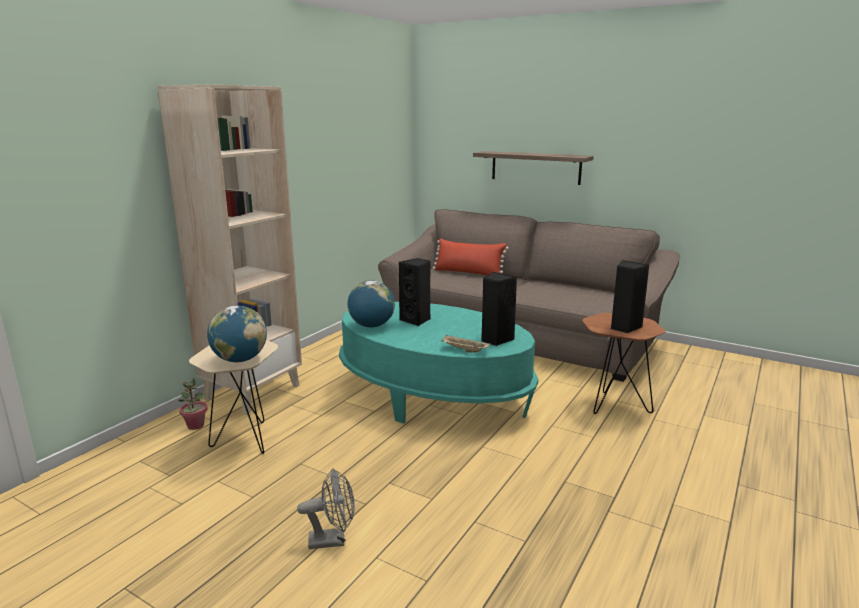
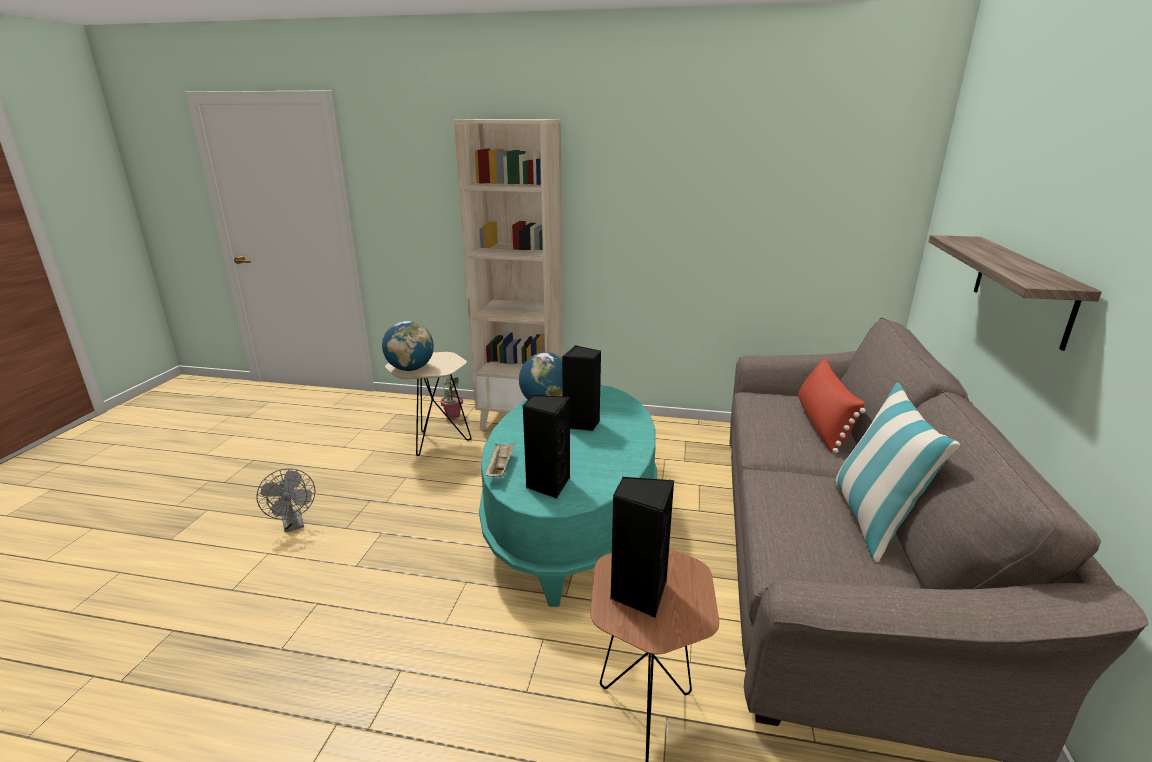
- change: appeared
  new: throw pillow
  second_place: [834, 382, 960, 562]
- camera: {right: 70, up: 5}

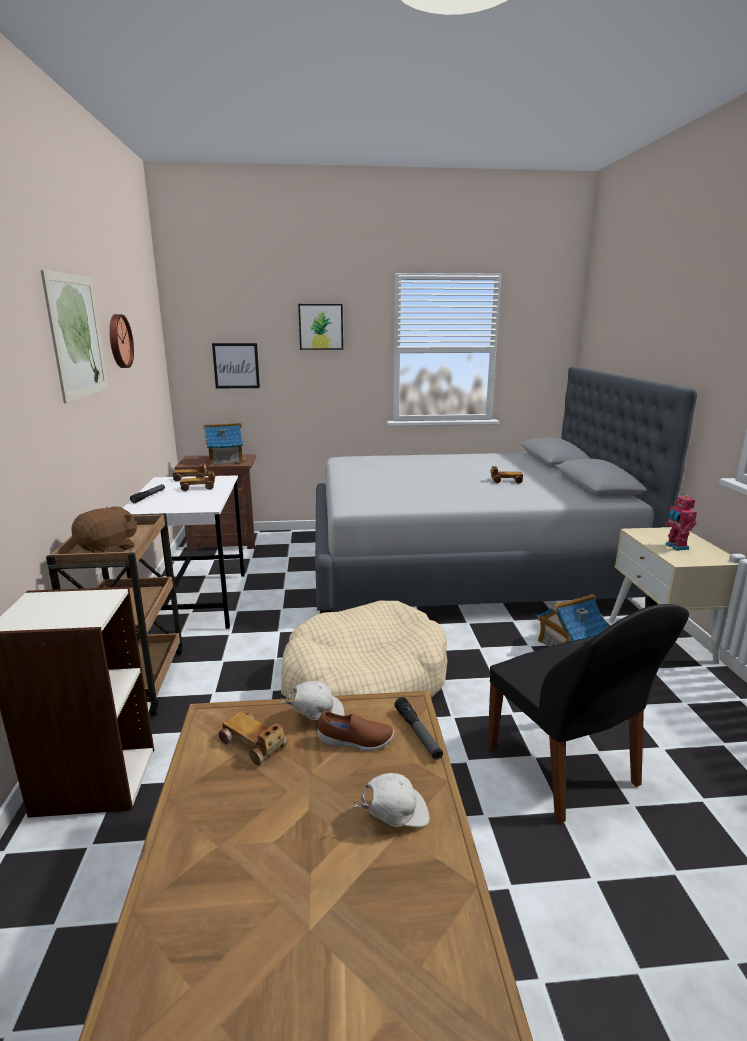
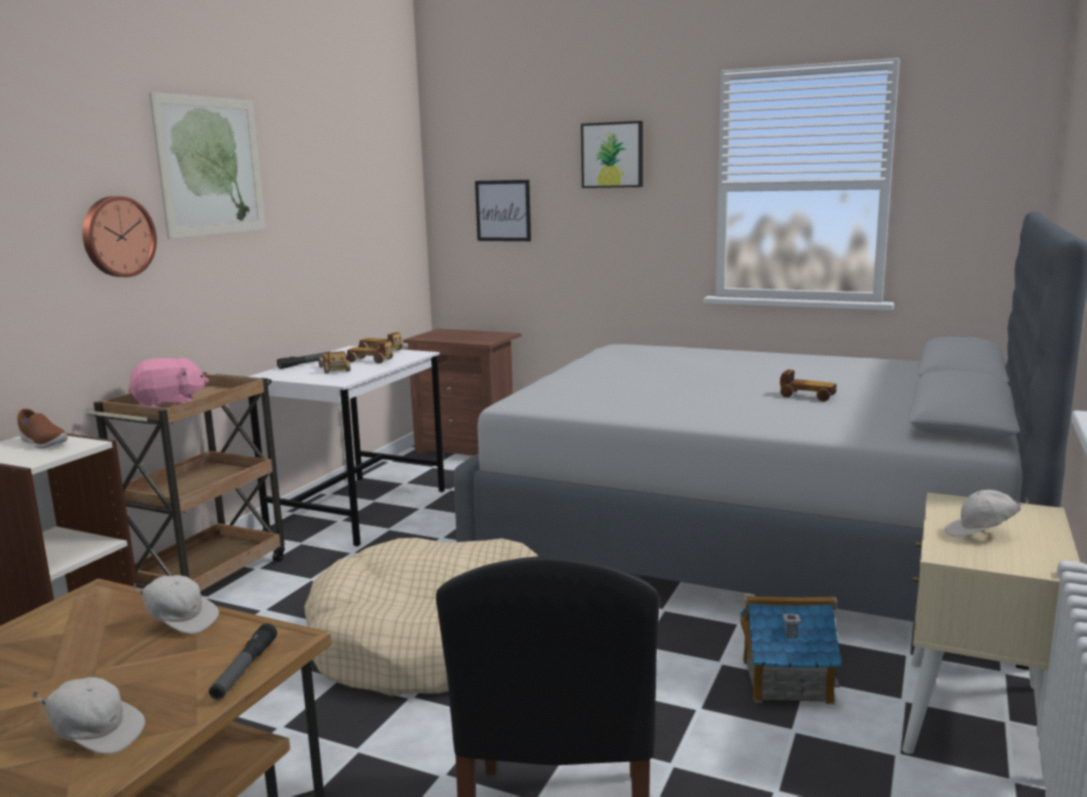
- change: relocated
  old: brown shoe
  first_place: [318, 710, 394, 751]
  second_place: [18, 409, 68, 448]
- change: relocated
  old: clock on the wall
  first_place: [109, 314, 134, 368]
  second_place: [82, 196, 157, 277]
- change: colour
  old: brown soft toy
  new: pinkish soft toy
  first_place: [71, 506, 137, 553]
  second_place: [128, 358, 209, 408]
- change: relocated
  old: toy car
  first_place: [219, 711, 287, 765]
  second_place: [318, 351, 350, 373]
- change: exchanged
  old: model robot
  new: white baseball cap
  first_place: [665, 494, 697, 551]
  second_place: [945, 490, 1029, 537]
- change: missing
  old: model house
  first_place: [204, 423, 247, 466]
- camera: {right: 30, up: -5}

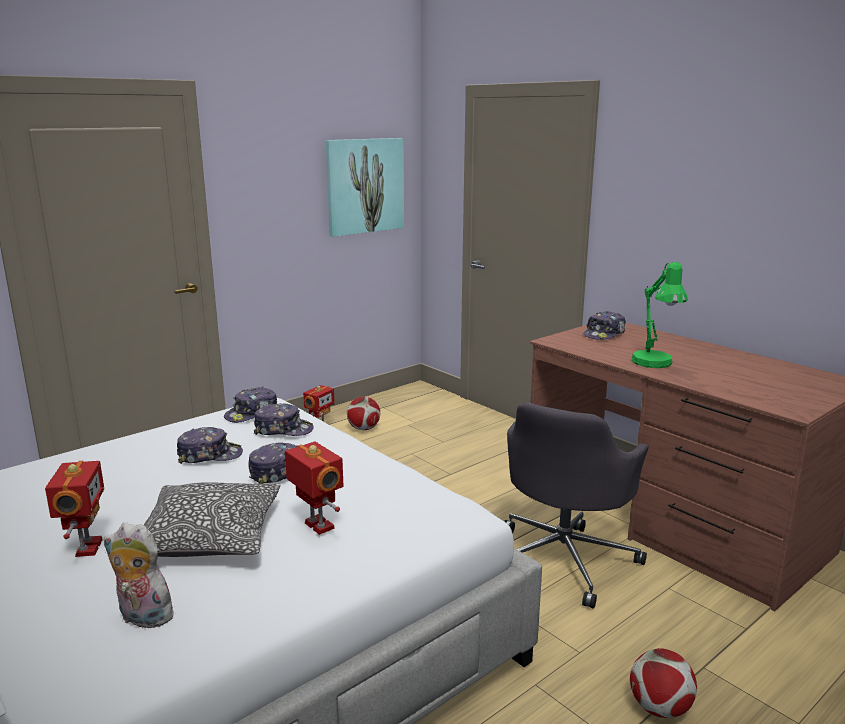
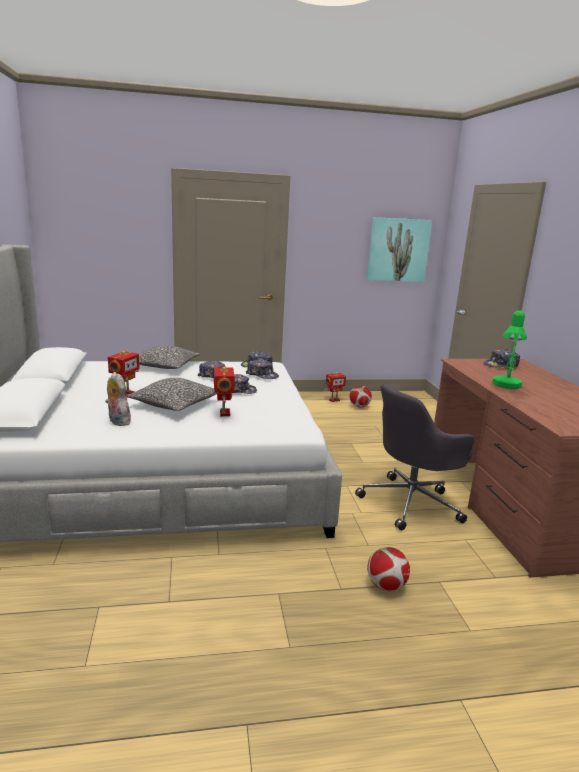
- change: appeared
  new: throw pillow
  second_place: [139, 346, 201, 369]
- camera: {right: 30, up: 0}

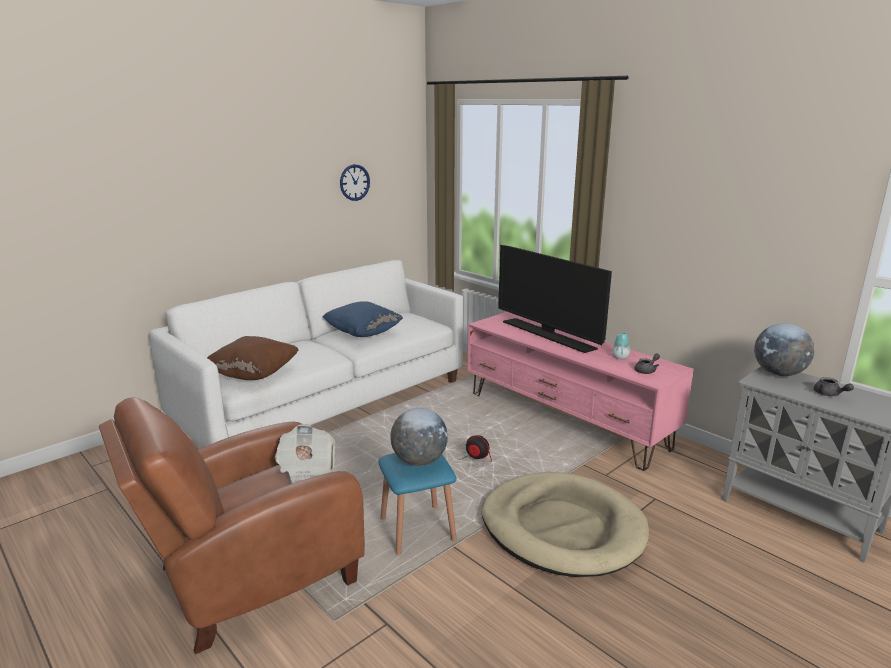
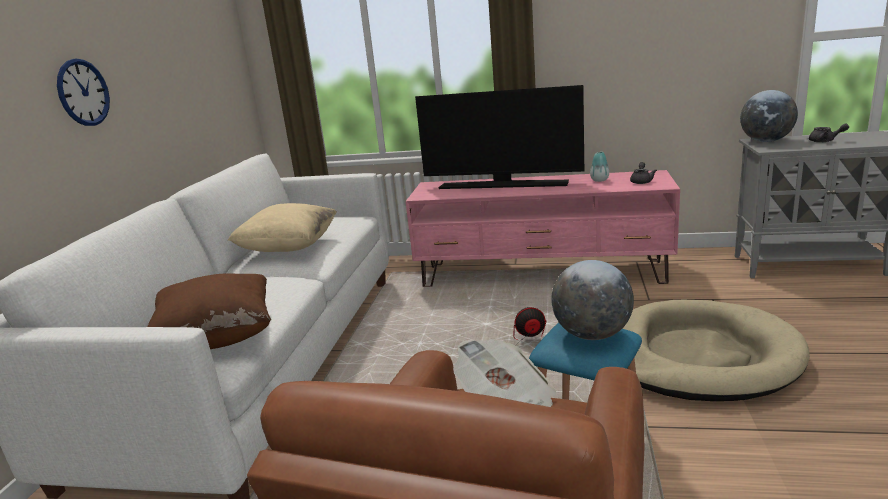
- change: relocated
  old: clock on the wall
  first_place: [340, 164, 370, 201]
  second_place: [57, 59, 110, 126]
- change: colour
  old: blue-coloured throw pillow
  new: sand-coloured throw pillow
  first_place: [322, 301, 403, 337]
  second_place: [228, 203, 337, 252]
- camera: {right: -35, up: 0}

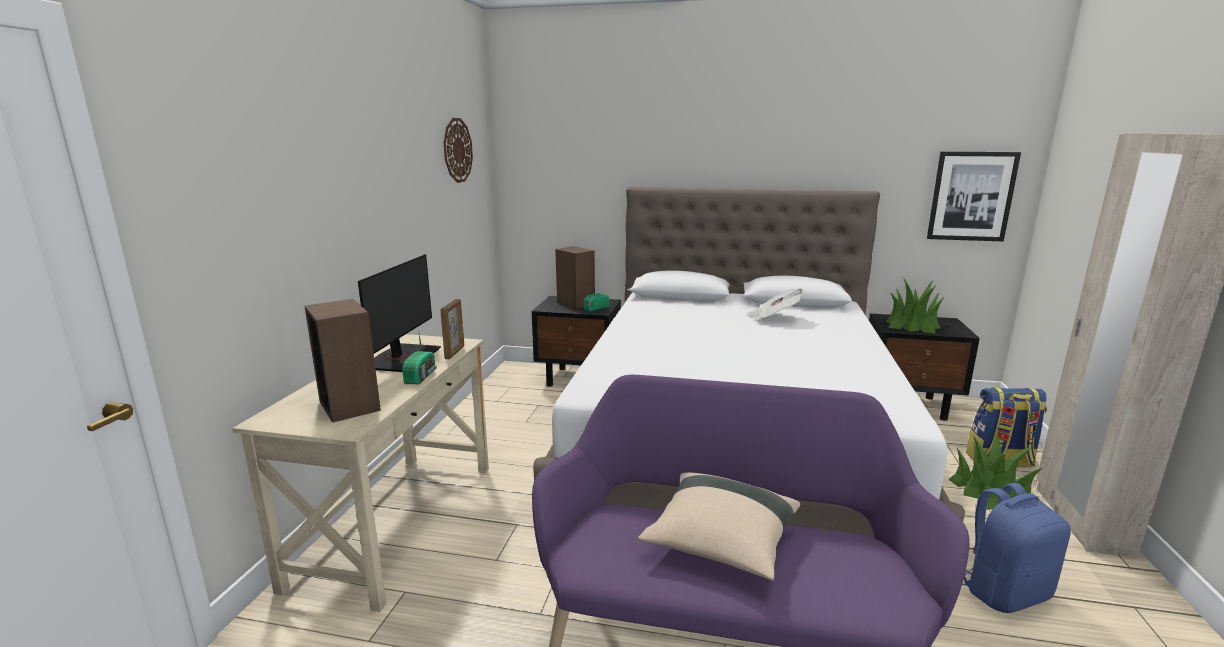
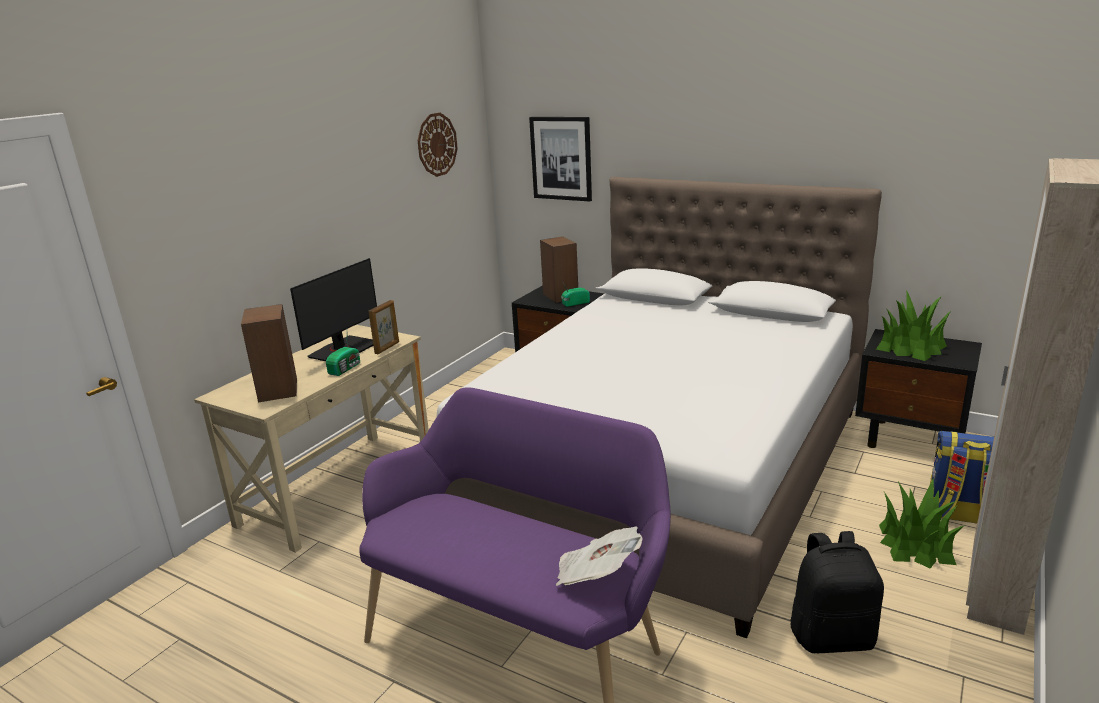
- change: relocated
  old: picture
  first_place: [927, 152, 1021, 241]
  second_place: [529, 117, 592, 201]
- change: relocated
  old: daily paper
  first_place: [746, 288, 805, 320]
  second_place: [556, 526, 643, 586]
- change: colour
  old: blue-coloured rucksack
  new: black-coloured rucksack
  first_place: [964, 483, 1071, 613]
  second_place: [790, 531, 884, 653]
- change: missing
  old: sand-coloured throw pillow
  first_place: [638, 472, 800, 580]
- camera: {right: 20, up: 5}

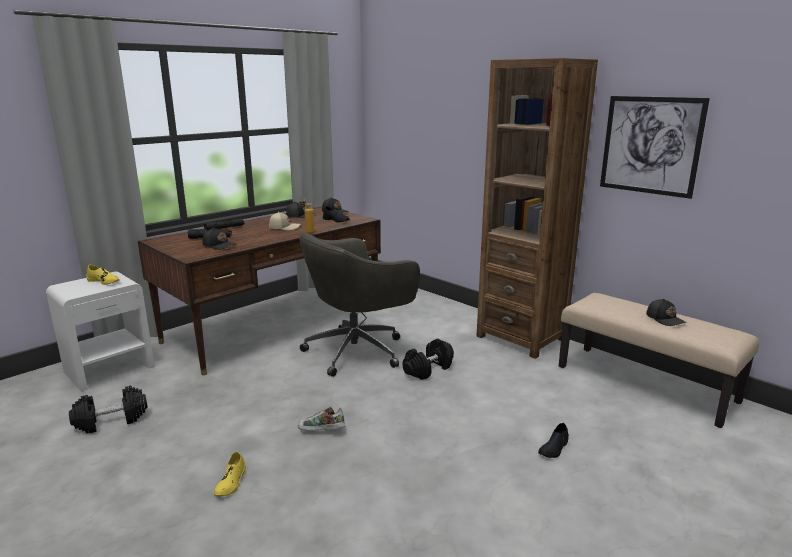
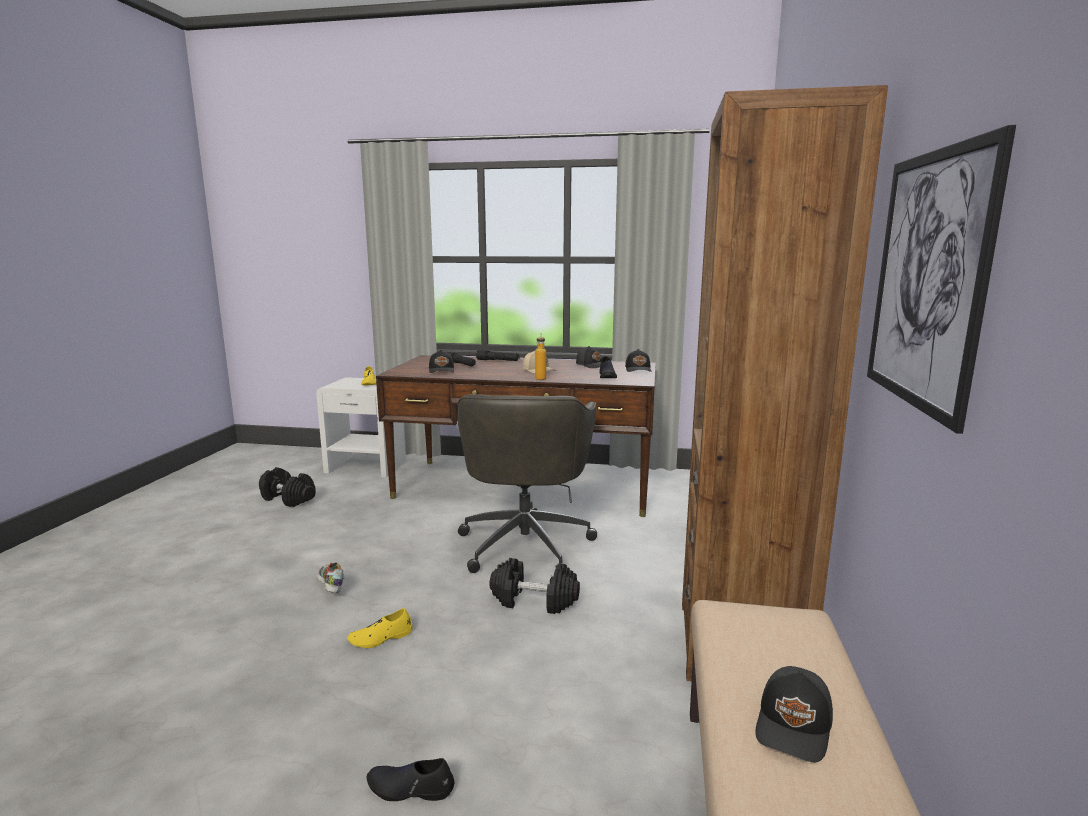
- change: relocated
  old: yellow shoe
  first_place: [214, 451, 246, 496]
  second_place: [347, 608, 413, 648]
- change: spun
  old: greyish office chair
  first_place: [300, 232, 420, 377]
  second_place: [457, 394, 597, 573]
  degrees: -105
- camera: {right: 55, up: -5}

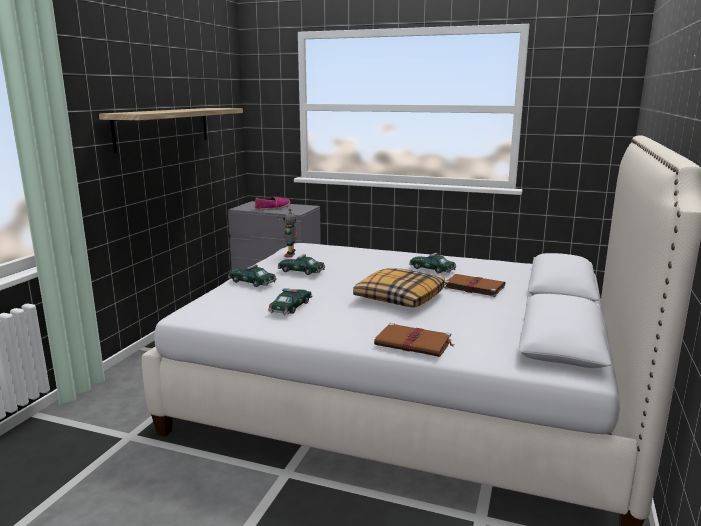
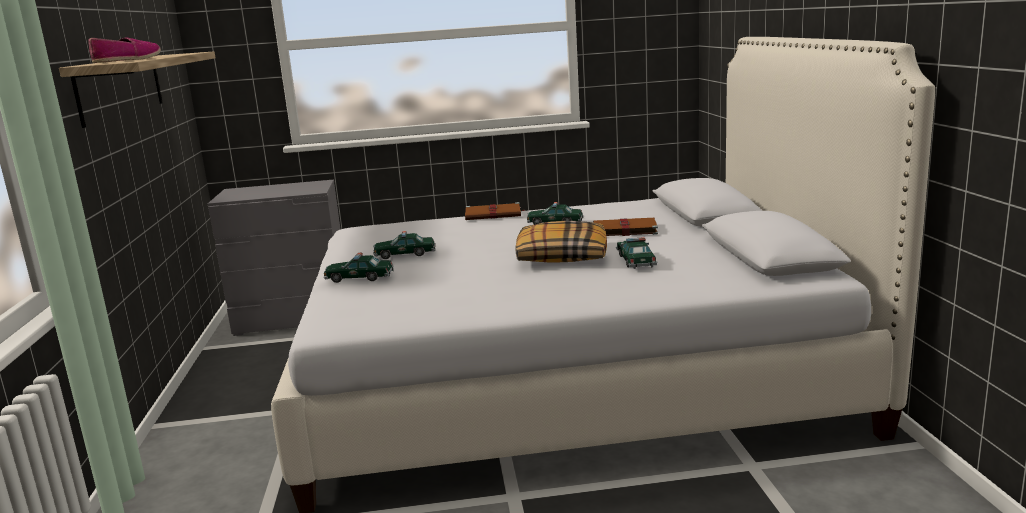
- change: relocated
  old: shoe
  first_place: [255, 196, 290, 210]
  second_place: [88, 38, 161, 63]
- change: relocated
  old: brown bound book
  first_place: [374, 323, 454, 357]
  second_place: [465, 202, 525, 220]
- change: relocated
  old: toy car
  first_place: [268, 288, 313, 315]
  second_place: [616, 237, 658, 269]
- change: missing
  old: model robot
  first_place: [283, 209, 297, 257]
- camera: {right: -25, up: 0}

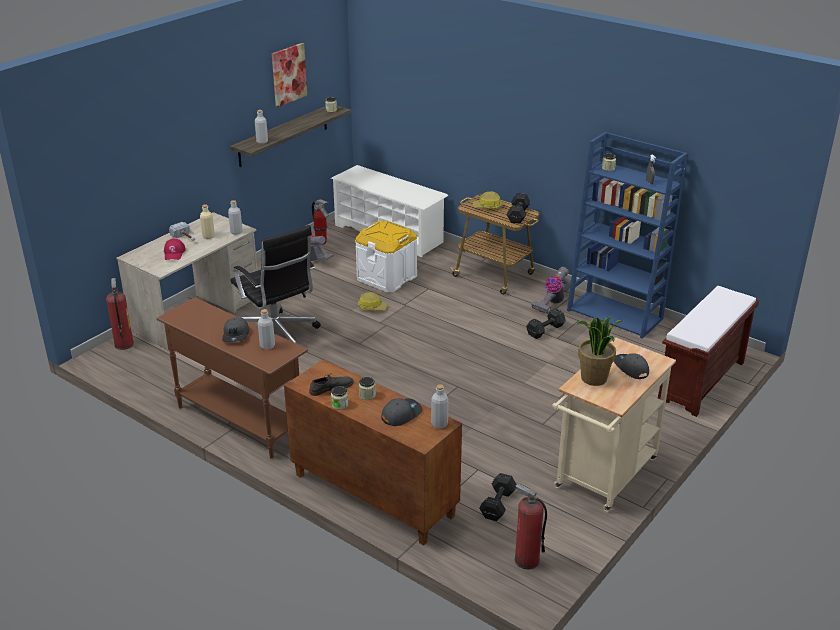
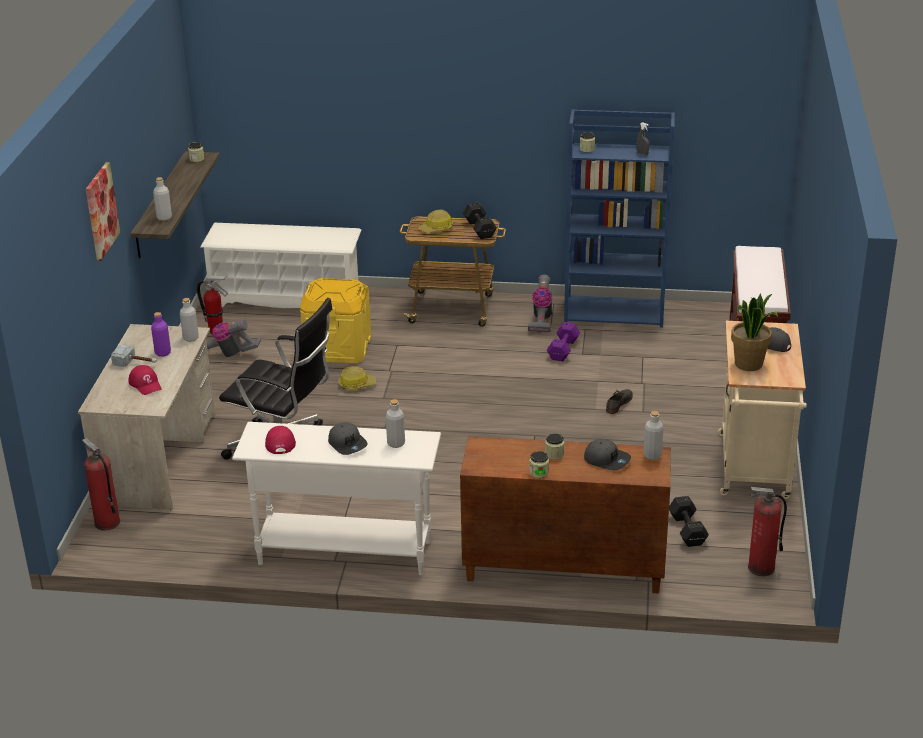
- change: relocated
  old: picture
  first_place: [272, 43, 307, 107]
  second_place: [86, 162, 120, 261]
- change: colour
  old: sand-coloured beverage bottle
  new: purple beverage bottle
  first_place: [200, 204, 215, 239]
  second_place: [151, 312, 171, 357]
- change: colour
  old: brown narrow table
  new: white narrow table
  first_place: [157, 298, 308, 459]
  second_place: [232, 422, 441, 575]
- change: appeared
  new: reddish baseball cap
  second_place: [265, 426, 296, 454]
- change: colour
  old: white storage container
  new: yellow storage container
  first_place: [355, 221, 417, 292]
  second_place: [300, 278, 371, 363]
- change: colour
  old: black-coloured hand weight
  new: purple hand weight
  first_place: [526, 308, 566, 339]
  second_place: [547, 322, 580, 361]
- change: spun
  old: greyish baseball cap
  first_place: [381, 398, 422, 426]
  second_place: [584, 439, 631, 470]
  degrees: 105
- change: relocated
  old: greyish shoe
  first_place: [309, 374, 354, 396]
  second_place: [606, 389, 633, 414]
- camera: {right: -30, up: 0}

